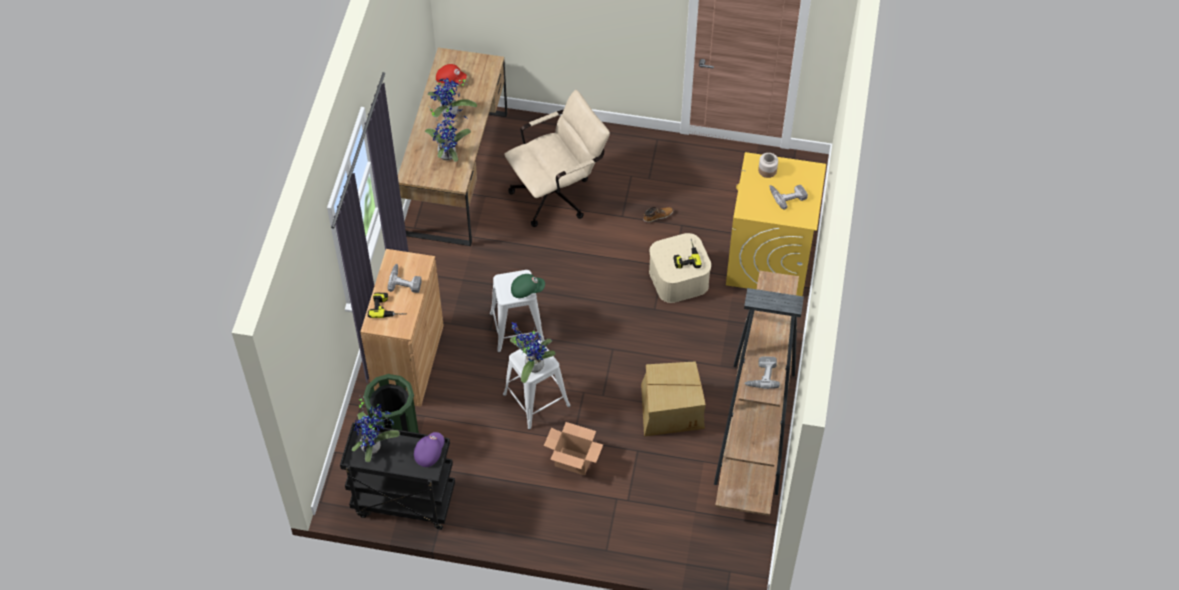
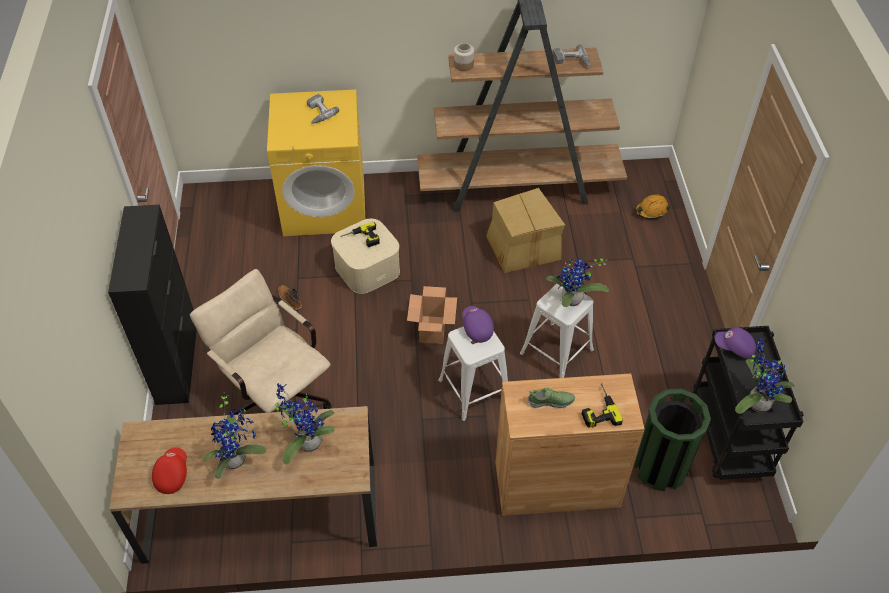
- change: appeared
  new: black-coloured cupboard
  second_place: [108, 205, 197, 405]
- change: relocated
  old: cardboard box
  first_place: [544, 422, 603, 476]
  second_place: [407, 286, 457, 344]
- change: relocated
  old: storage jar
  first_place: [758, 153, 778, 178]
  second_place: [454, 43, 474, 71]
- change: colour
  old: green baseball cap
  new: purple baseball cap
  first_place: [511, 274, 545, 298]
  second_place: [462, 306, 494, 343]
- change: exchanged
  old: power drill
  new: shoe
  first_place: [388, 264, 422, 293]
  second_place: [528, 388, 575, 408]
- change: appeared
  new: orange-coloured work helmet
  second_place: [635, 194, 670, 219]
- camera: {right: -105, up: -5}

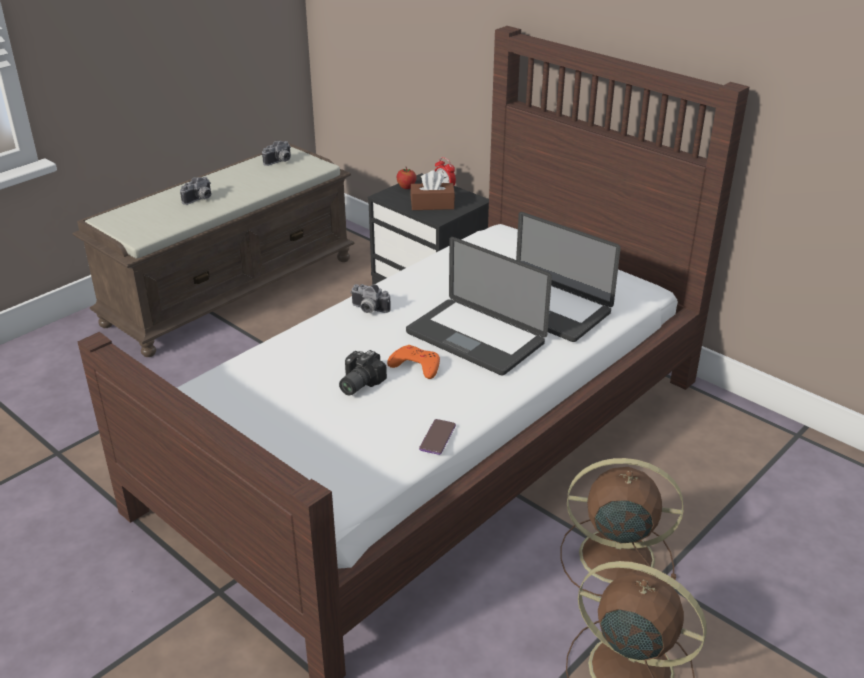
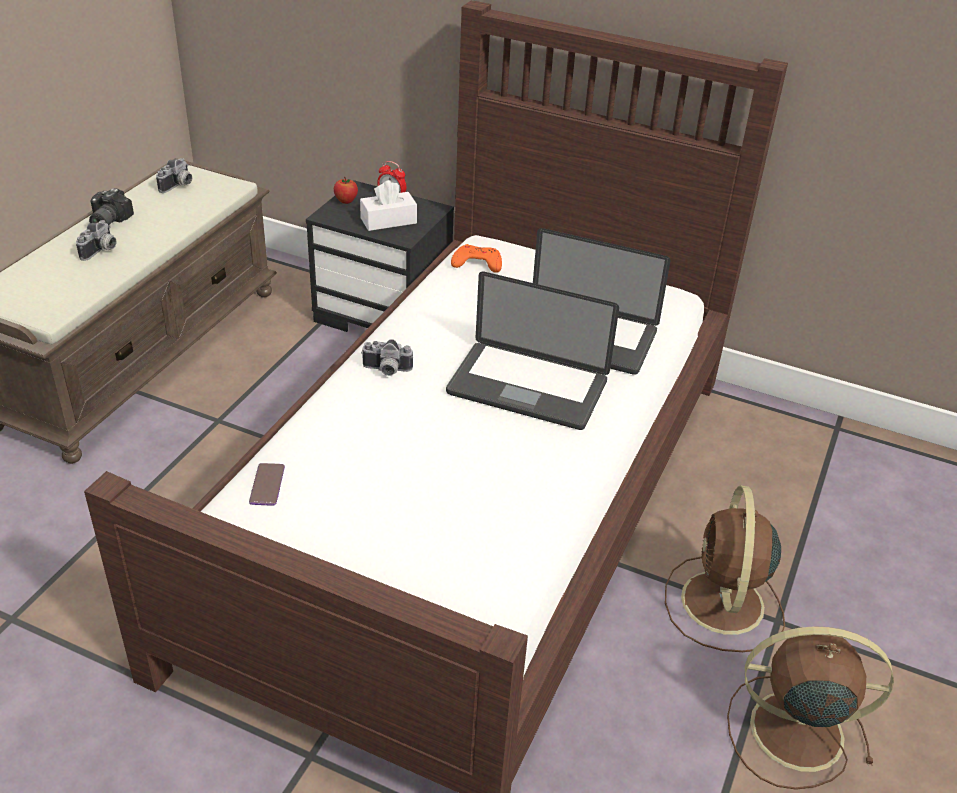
- change: relocated
  old: photo camera
  first_place: [339, 350, 387, 396]
  second_place: [89, 188, 134, 226]
- change: relocated
  old: handset
  first_place: [419, 419, 456, 455]
  second_place: [249, 463, 285, 505]
- change: colour
  old: brown tissue box
  new: white tissue box
  first_place: [410, 170, 455, 210]
  second_place: [360, 180, 417, 231]
- change: relocated
  old: orange-coloured gamepad
  first_place: [387, 345, 440, 379]
  second_place: [451, 244, 502, 273]
- change: spun
  old: brown fan
  first_place: [561, 458, 683, 596]
  second_place: [665, 486, 785, 652]
  degrees: -75
- camera: {right: -20, up: 5}

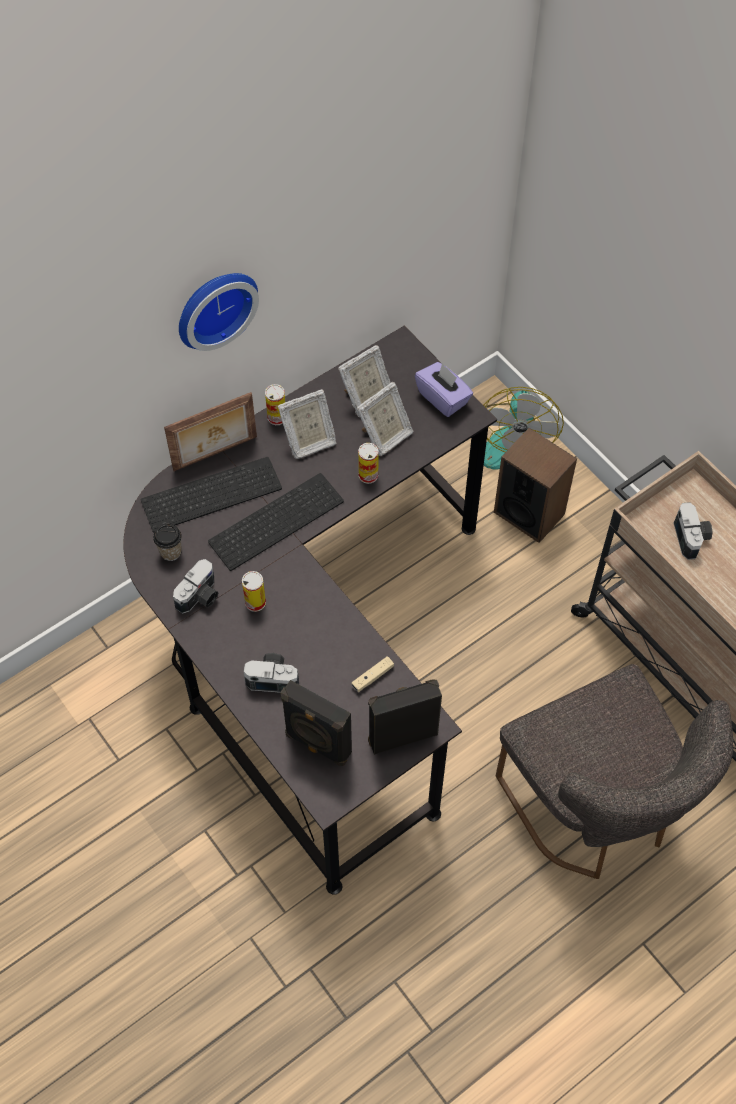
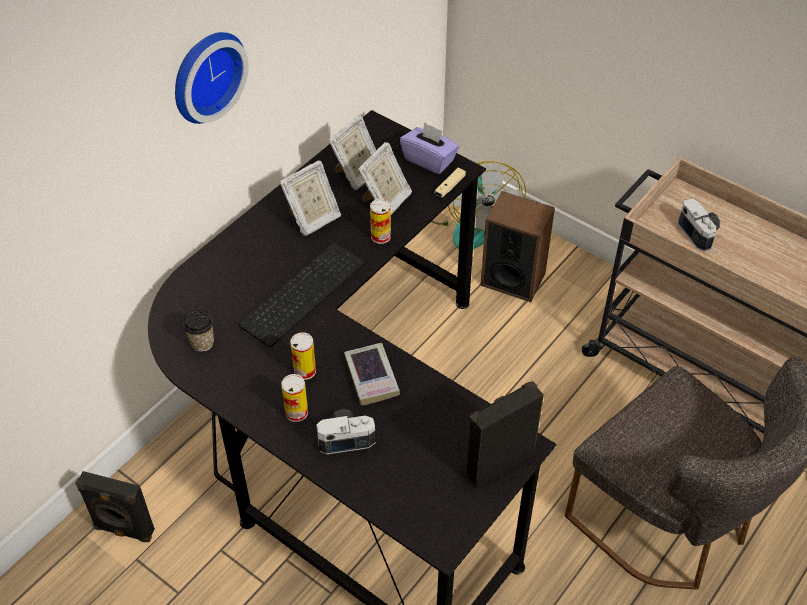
- change: relocated
  old: black-coloured loudspeaker
  first_place: [280, 680, 352, 766]
  second_place: [75, 471, 155, 542]
- change: relocated
  old: metal can
  first_place: [265, 384, 285, 425]
  second_place: [281, 374, 308, 422]
- change: appeared
  new: bound book
  second_place: [344, 343, 400, 406]
- change: relocated
  old: sand-coloured gamepad
  first_place: [352, 656, 394, 692]
  second_place: [435, 168, 466, 198]
- change: missing
  old: keyboard
  first_place: [141, 457, 282, 532]
- change: missing
  old: picture frame
  first_place: [164, 392, 257, 471]
- change: missing
  old: photo camera
  first_place: [173, 559, 219, 614]
- camera: {right: -15, up: -10}

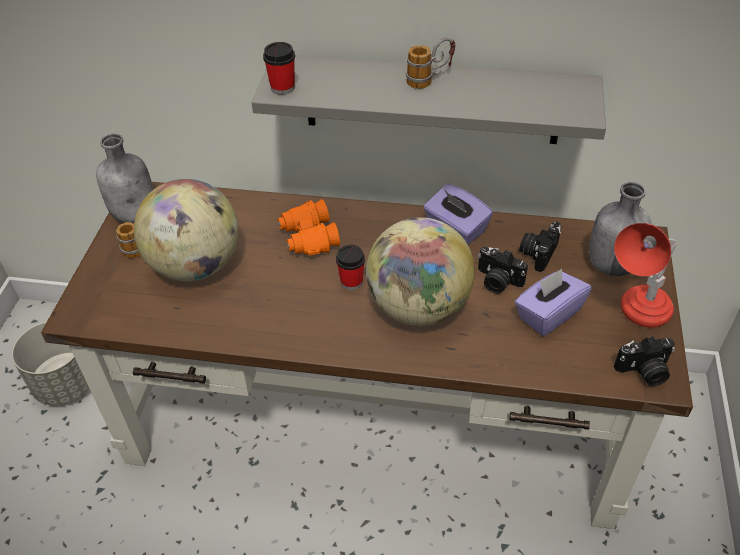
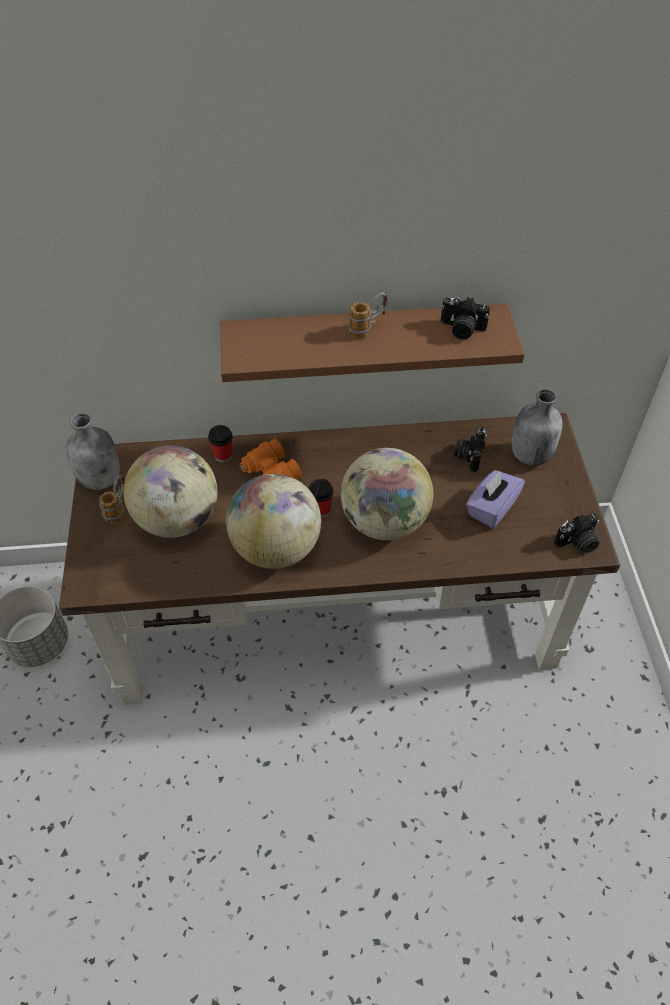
- change: relocated
  old: drinking cup
  first_place: [263, 42, 295, 95]
  second_place: [208, 425, 233, 463]
- change: colour
  old: greyish bracket shelf
  new: brown bracket shelf
  first_place: [251, 55, 606, 144]
  second_place: [221, 304, 525, 382]
- change: appeared
  new: world globe
  second_place: [226, 474, 321, 569]
- change: relocated
  old: photo camera
  first_place: [478, 246, 528, 294]
  second_place: [441, 297, 490, 340]
- change: missing
  old: purple tissue box
  first_place: [424, 184, 493, 244]
- change: missing
  old: reddish table lamp
  first_place: [614, 223, 677, 328]
- camera: {right: -15, up: 5}

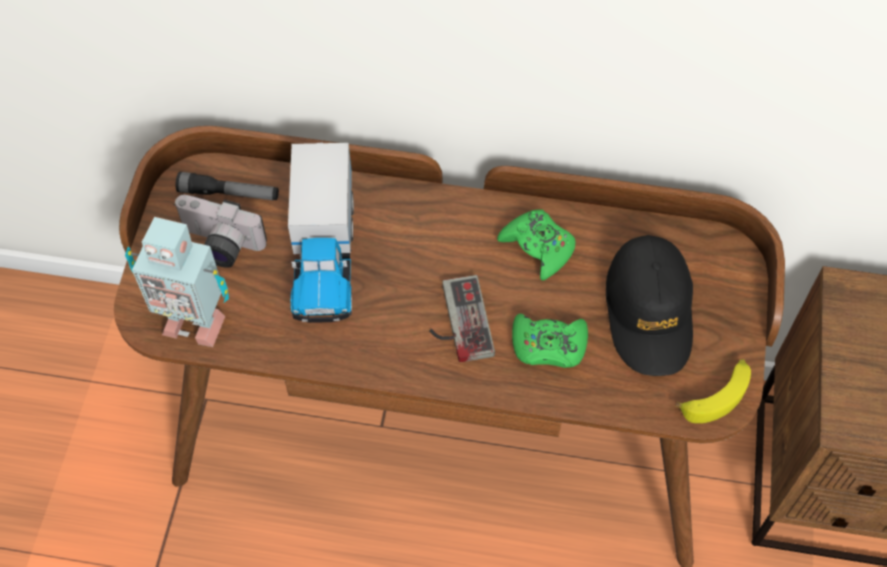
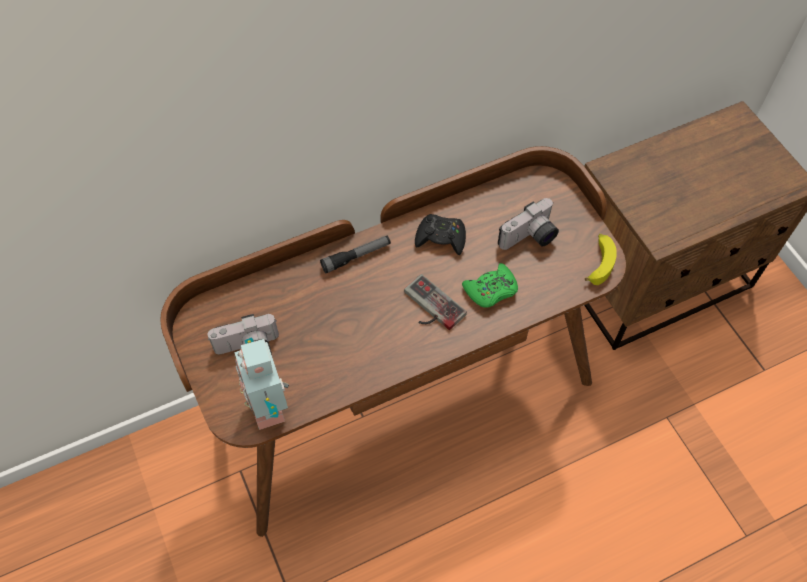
- change: spun
  old: model robot
  first_place: [125, 217, 229, 347]
  second_place: [234, 338, 289, 430]
  degrees: 90
- change: relocated
  old: torch
  first_place: [176, 172, 279, 200]
  second_place: [320, 236, 391, 273]
- change: colour
  old: green gamepad
  new: black-coloured gamepad
  first_place: [497, 209, 576, 281]
  second_place: [415, 214, 466, 255]
- change: exchanged
  old: black-coloured baseball cap
  new: photo camera
  first_place: [606, 235, 693, 376]
  second_place: [498, 198, 559, 250]
- change: missing
  old: toy truck
  first_place: [288, 143, 354, 323]
- camera: {right: -35, up: 0}

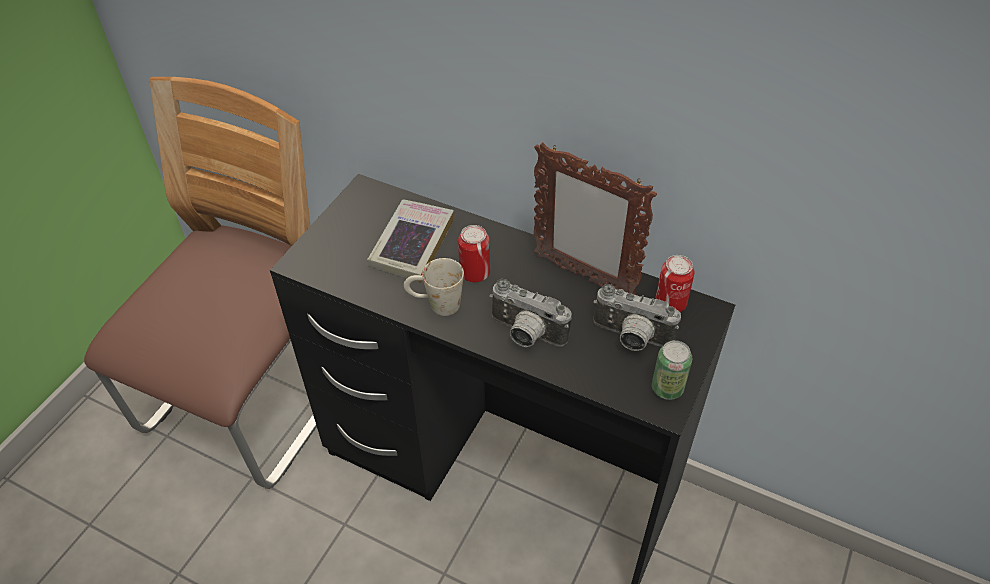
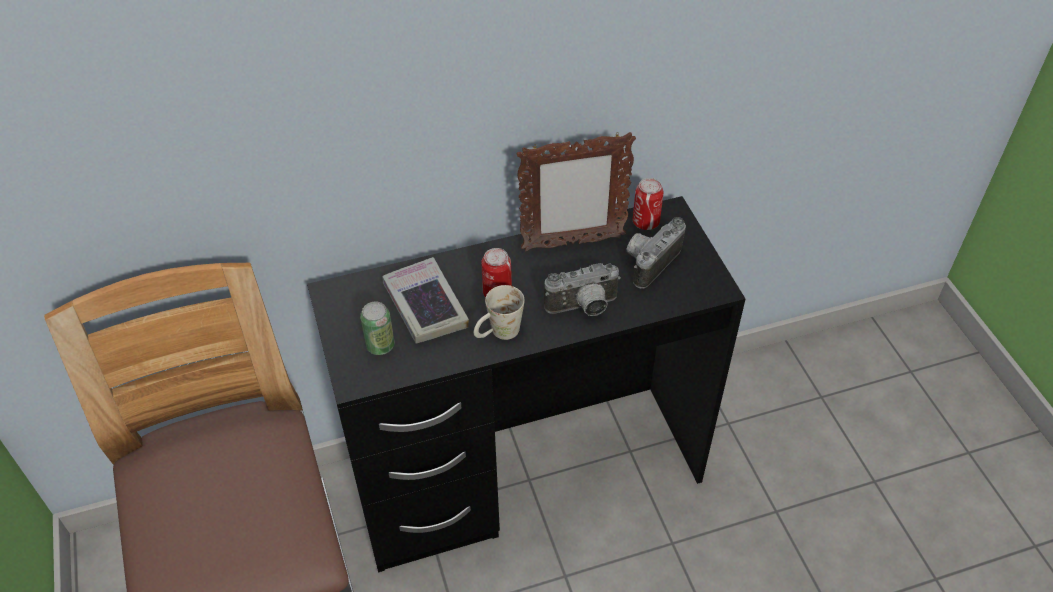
- change: relocated
  old: metal can
  first_place: [652, 340, 692, 400]
  second_place: [360, 301, 395, 355]
- change: spun
  old: photo camera
  first_place: [593, 284, 681, 351]
  second_place: [627, 217, 686, 289]
  degrees: 150
- camera: {right: -45, up: 0}

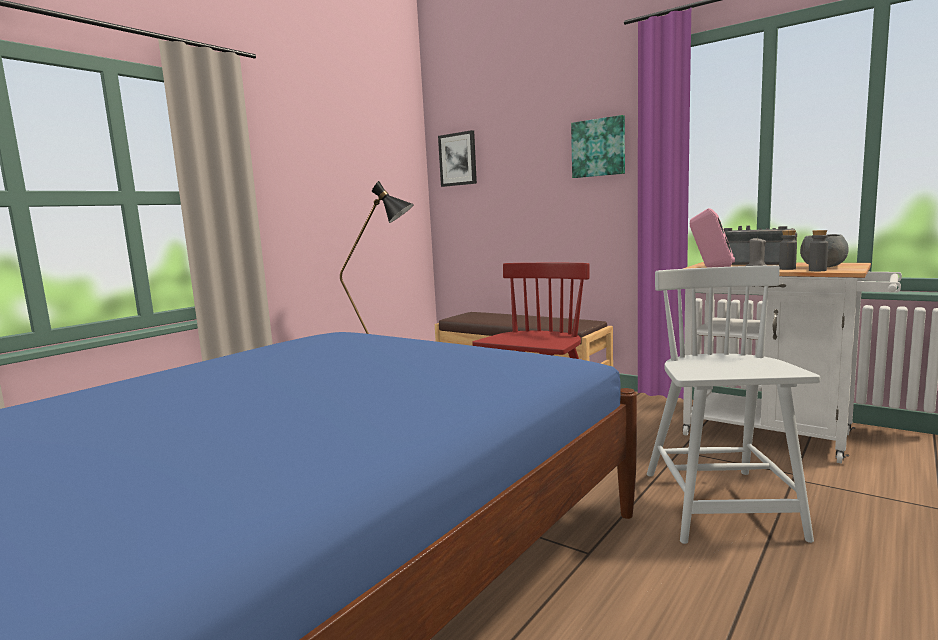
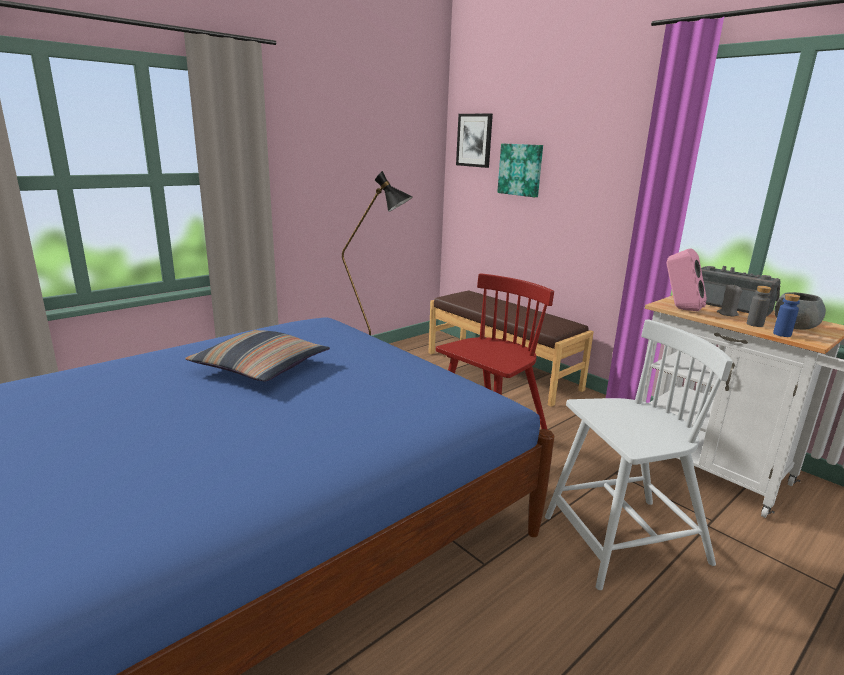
- change: appeared
  new: throw pillow
  second_place: [185, 330, 330, 382]
- change: relocated
  old: picture
  first_place: [571, 115, 625, 178]
  second_place: [497, 143, 543, 197]
- change: spun
  old: white upright chair
  first_place: [647, 265, 820, 544]
  second_place: [545, 319, 733, 590]
  degrees: 60
- change: colour
  old: greyish beverage bottle
  new: blue-coloured beverage bottle
  first_place: [809, 230, 828, 271]
  second_place: [773, 294, 800, 337]
- camera: {right: 10, up: 10}

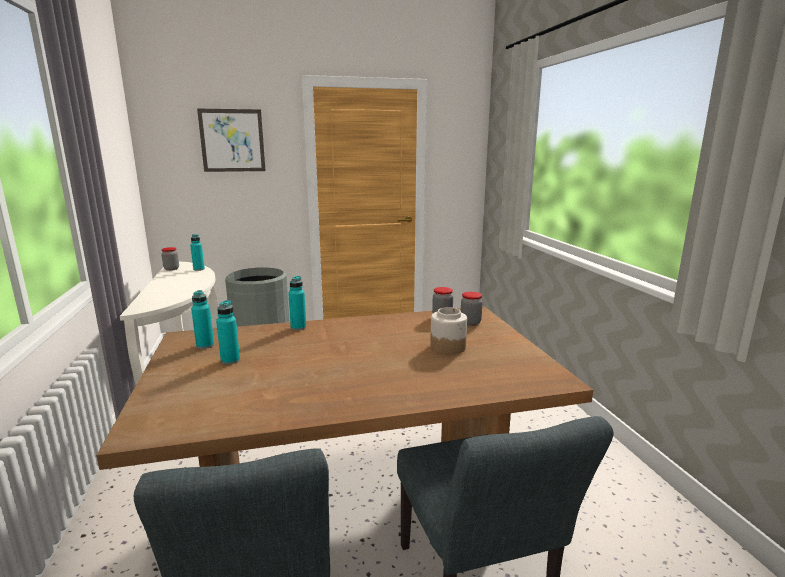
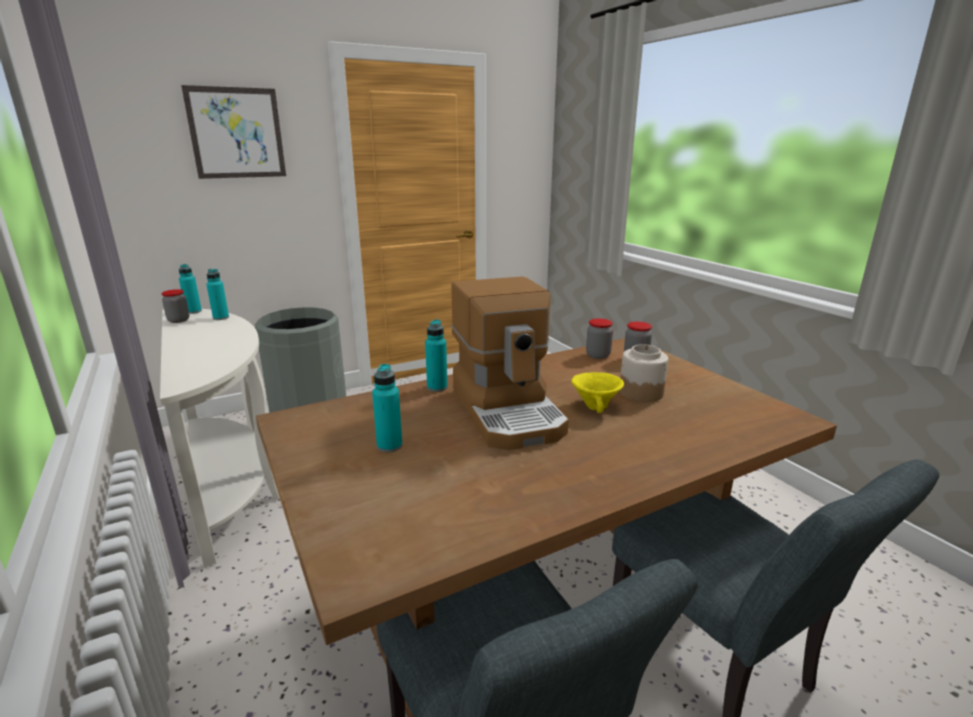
- change: relocated
  old: blue-green beverage bottle
  first_place: [191, 290, 214, 349]
  second_place: [179, 264, 202, 314]
- change: appeared
  new: coffee maker
  second_place: [451, 276, 569, 450]
- change: appeared
  new: yellow serving bowl
  second_place: [571, 372, 624, 413]
- camera: {right: -15, up: 5}

